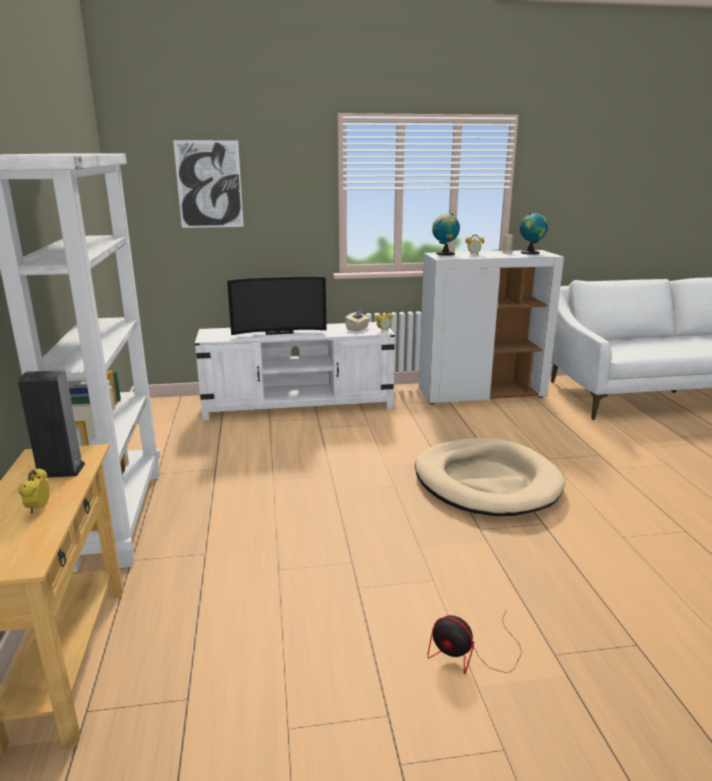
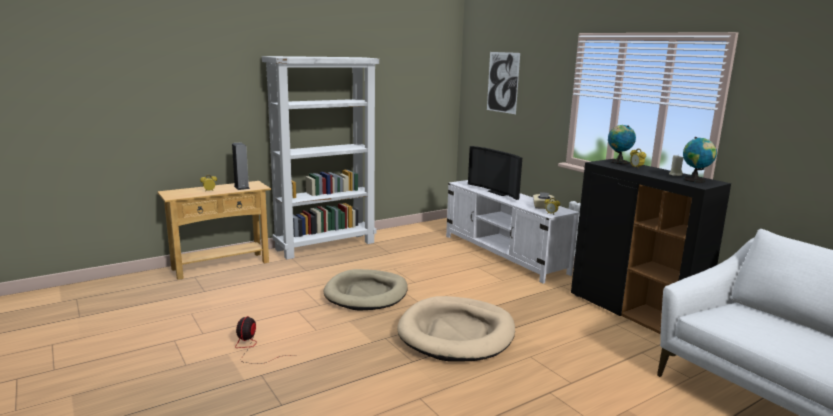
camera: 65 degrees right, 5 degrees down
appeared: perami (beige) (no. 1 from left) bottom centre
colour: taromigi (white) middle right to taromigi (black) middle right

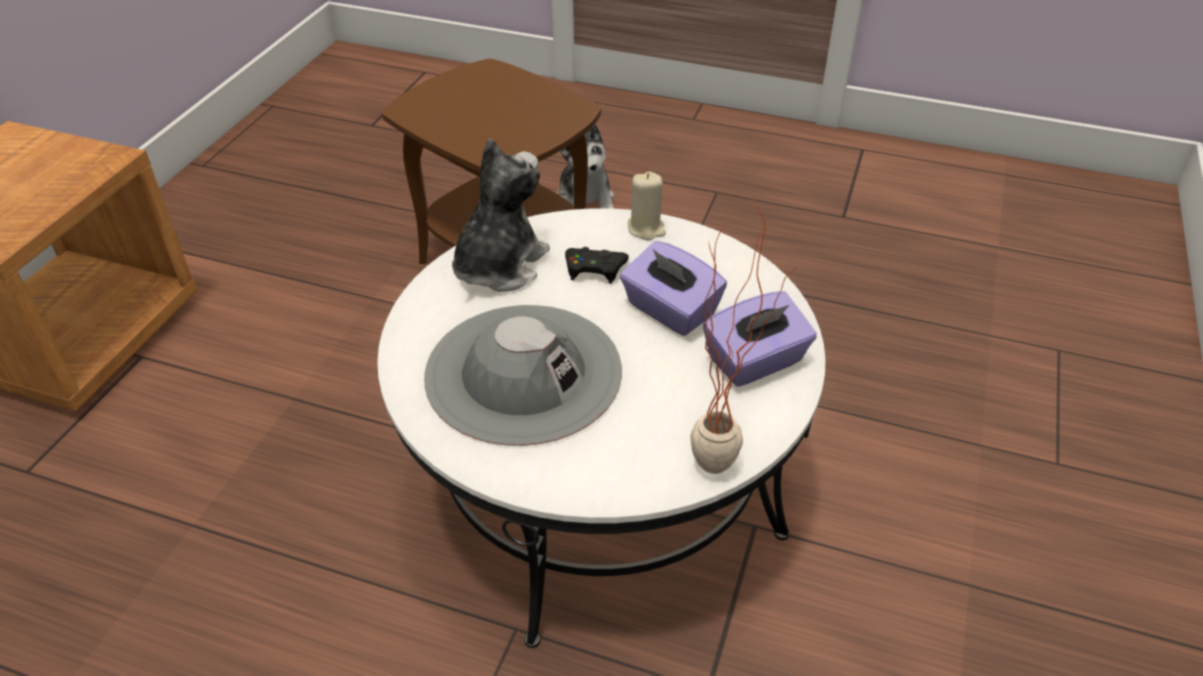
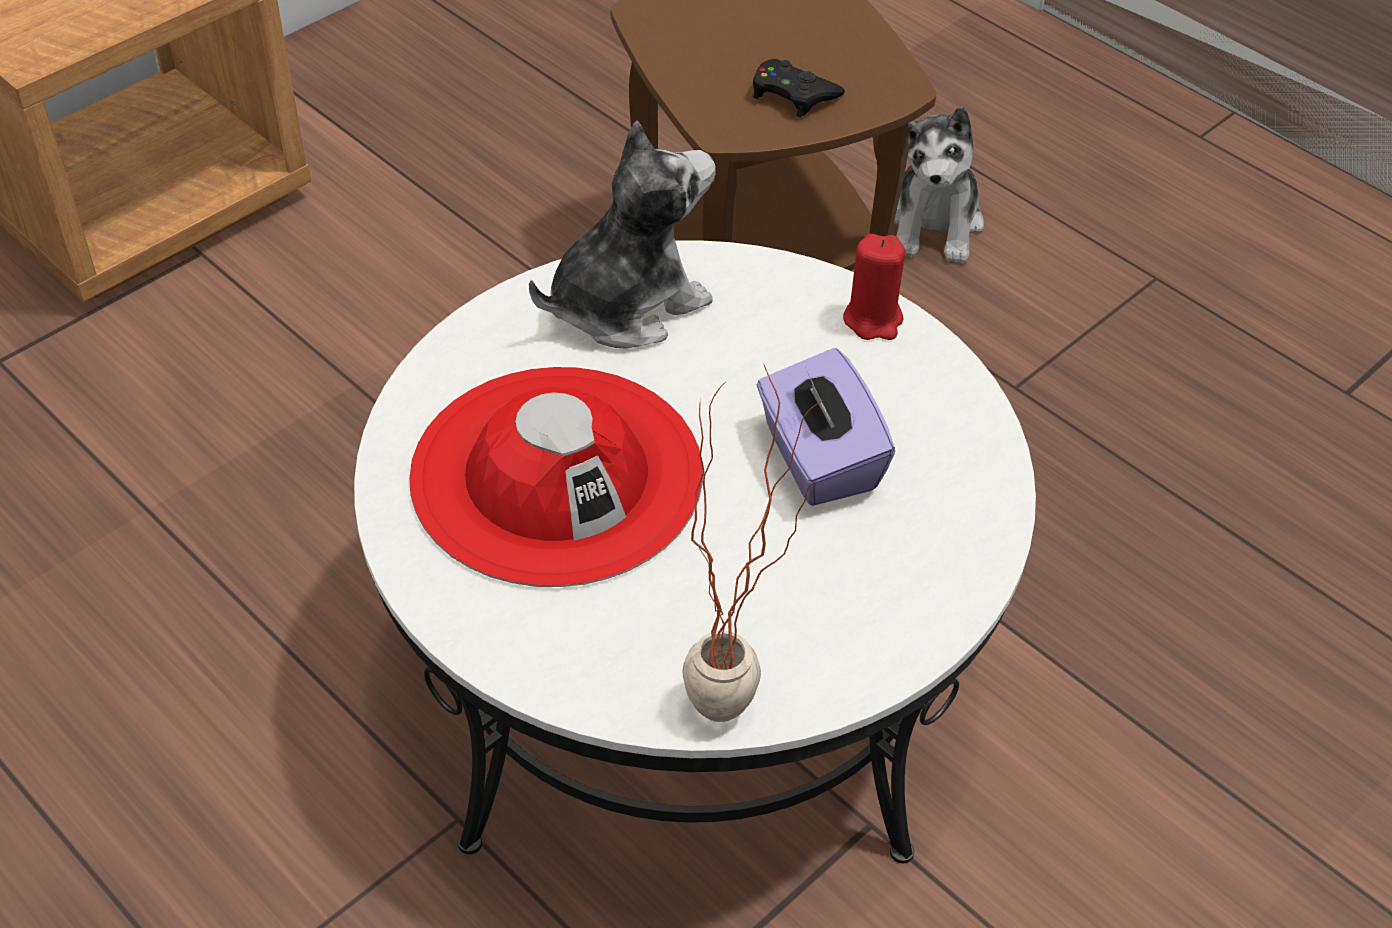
camera: 25 degrees right, 5 degrees up
missing: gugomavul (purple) (no. 2 from left) centre
relocated: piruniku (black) centre to top centre
colour: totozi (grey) centre to totozi (red) centre; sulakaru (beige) top centre to sulakaru (red) top centre

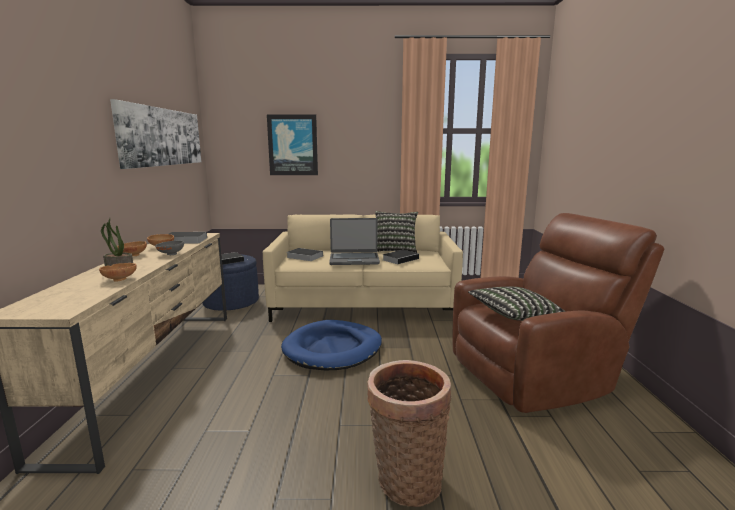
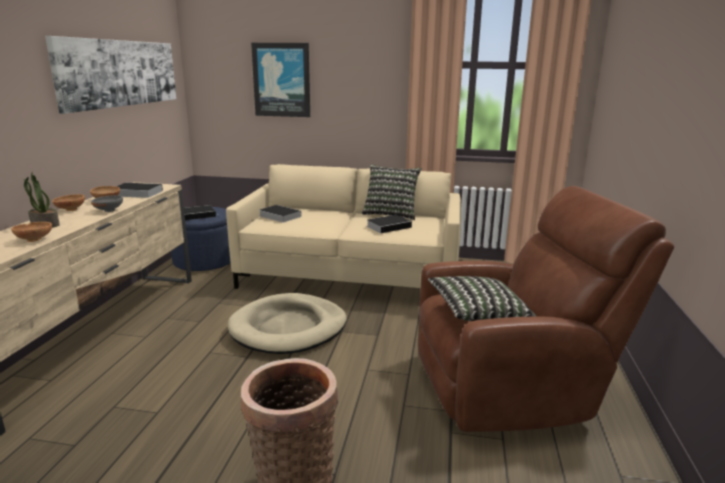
camera: 10 degrees right, 5 degrees up
missing: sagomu centre
colour: perami (blue) bottom centre to perami (beige) bottom centre

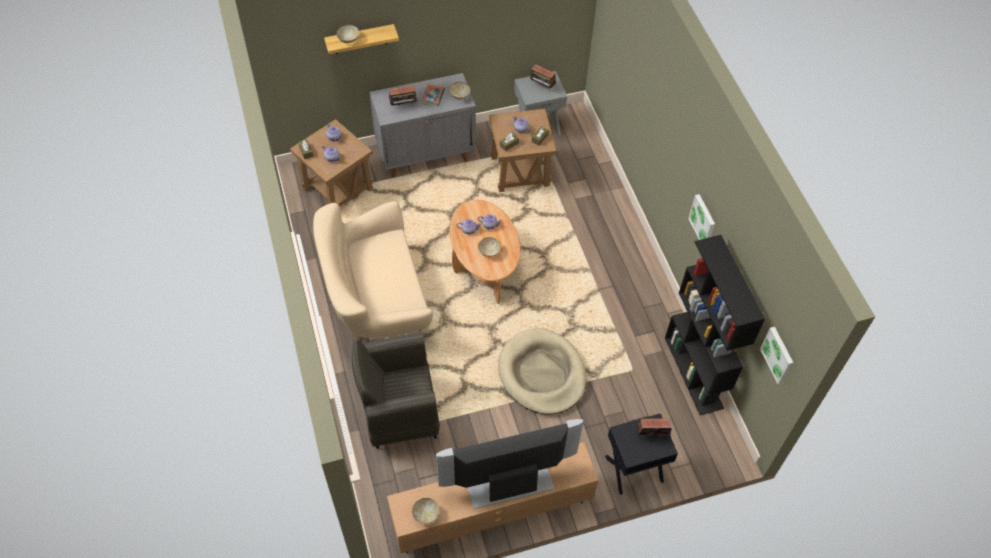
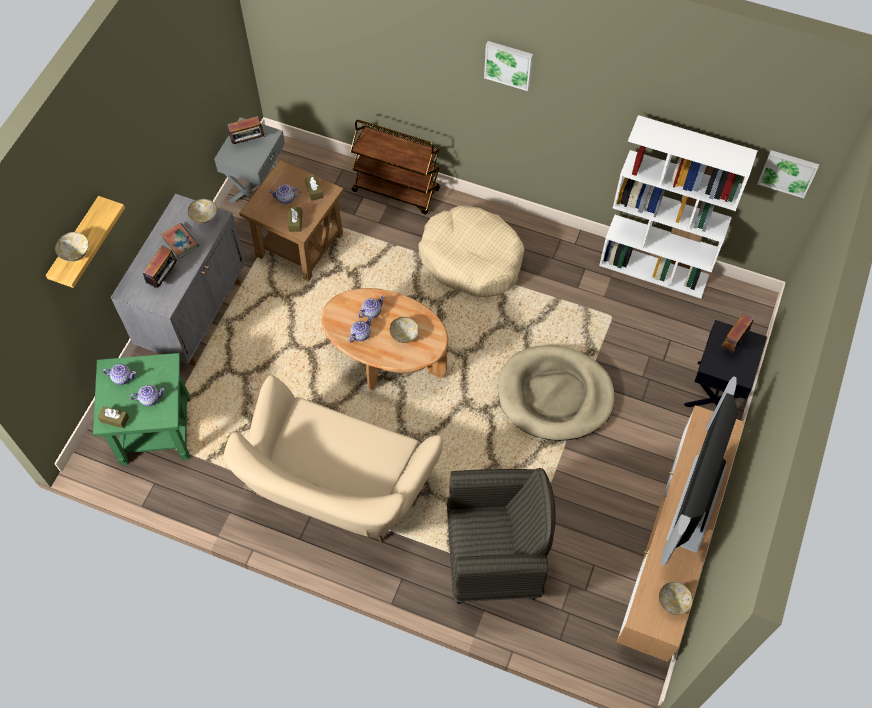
camera: 50 degrees left, 5 degrees up
appeared: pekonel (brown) top centre; perami (beige) (no. 1 from left) centre
relocated: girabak (no. 1 from left) middle right to top centre
colour: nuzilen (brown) (no. 1 from left) top centre to nuzilen (green) middle left; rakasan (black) middle right to rakasan (white) top right
spun: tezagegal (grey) bottom centre = bottom centre 120 degrees counterclockwise

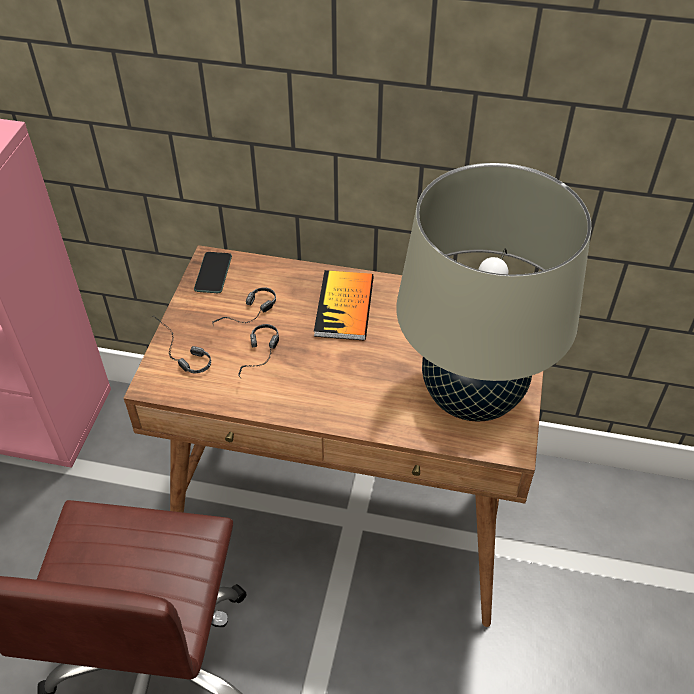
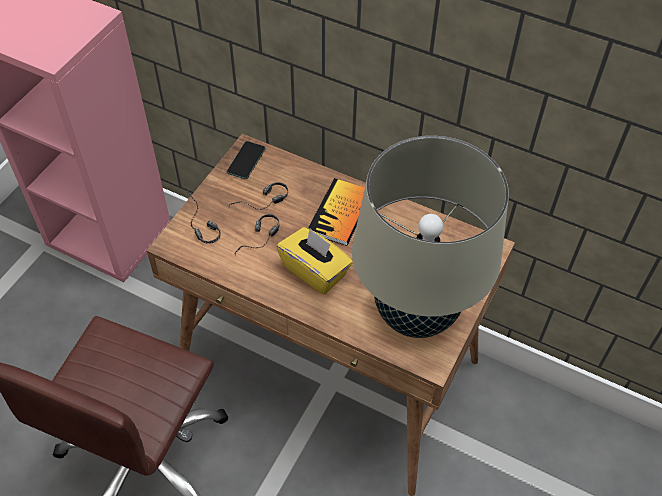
camera: 15 degrees right, 5 degrees up
appeared: gugomavul (yellow) centre

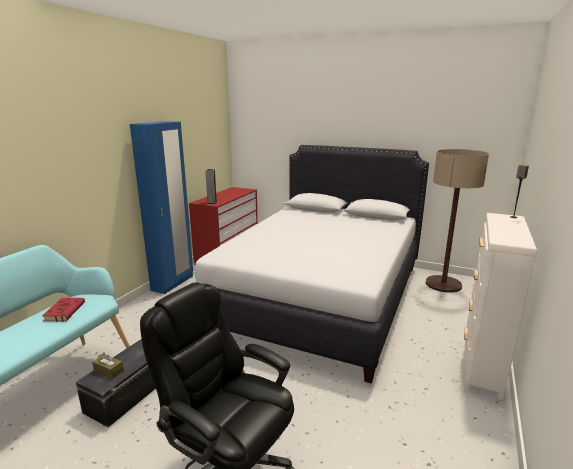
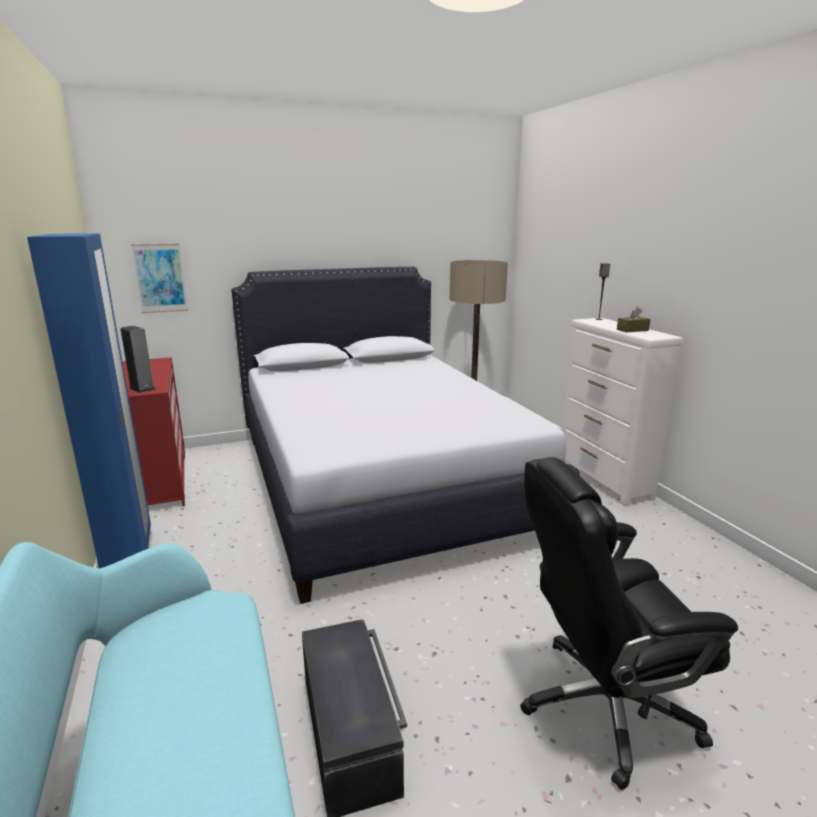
camera: 45 degrees left, 0 degrees up
missing: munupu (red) middle left
appeared: girabak middle left
relocated: gugomavul (brown) bottom left to middle right

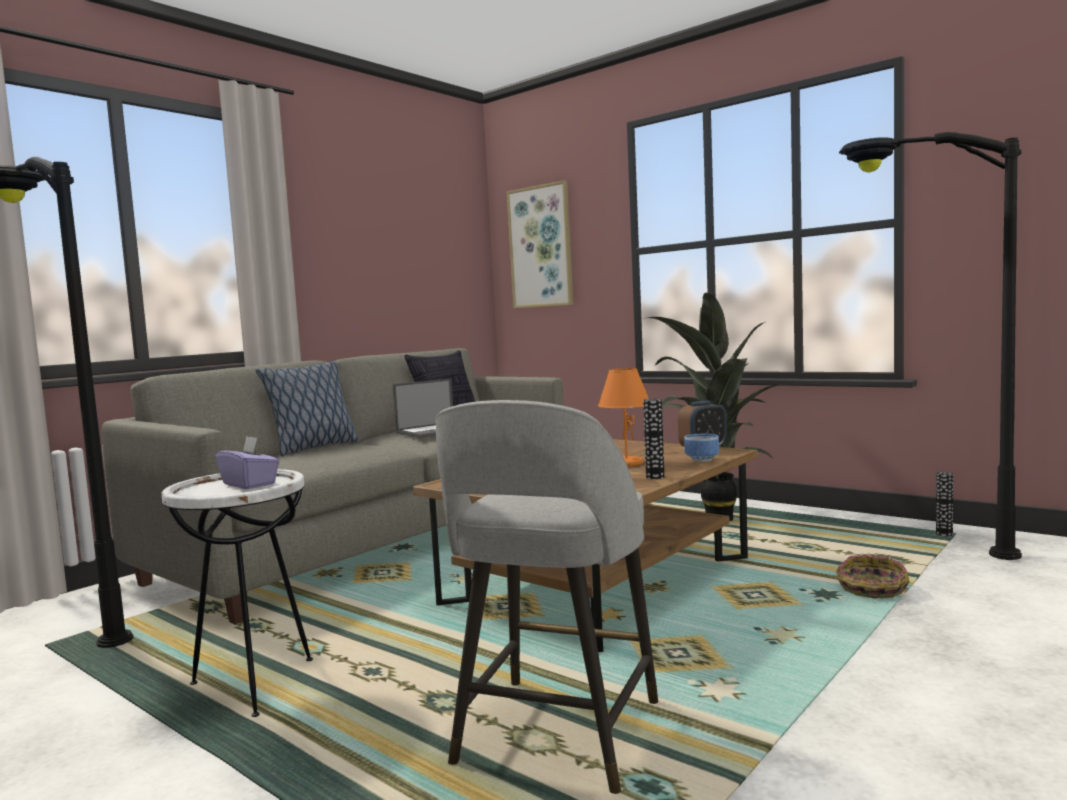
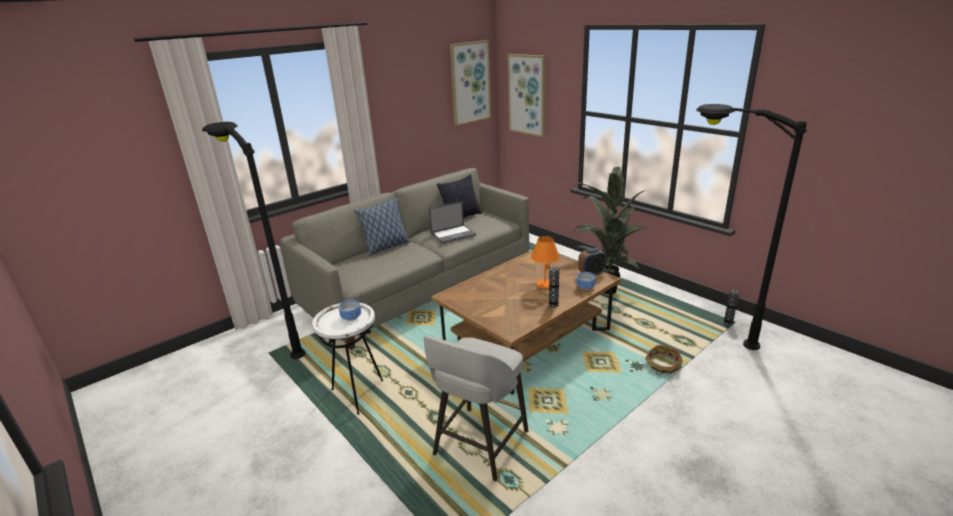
camera: 10 degrees right, 20 degrees up
appeared: girabak (no. 1 from left) top centre
exchanged: gugomavul (purple) middle left to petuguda (no. 1 from left) centre

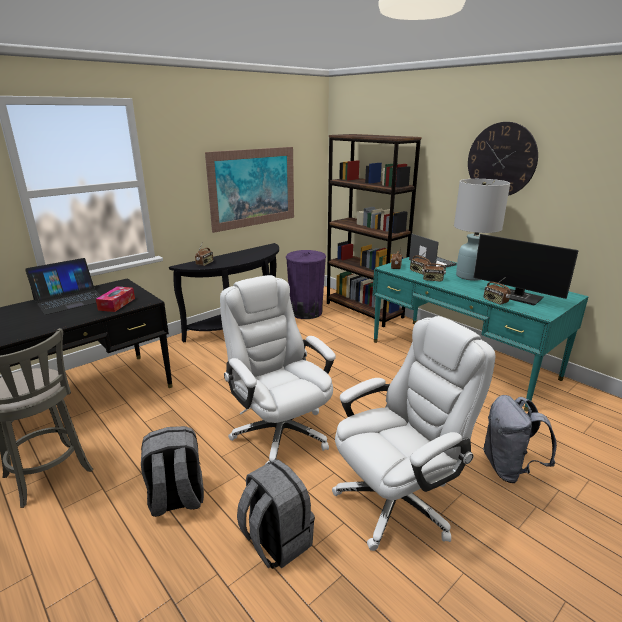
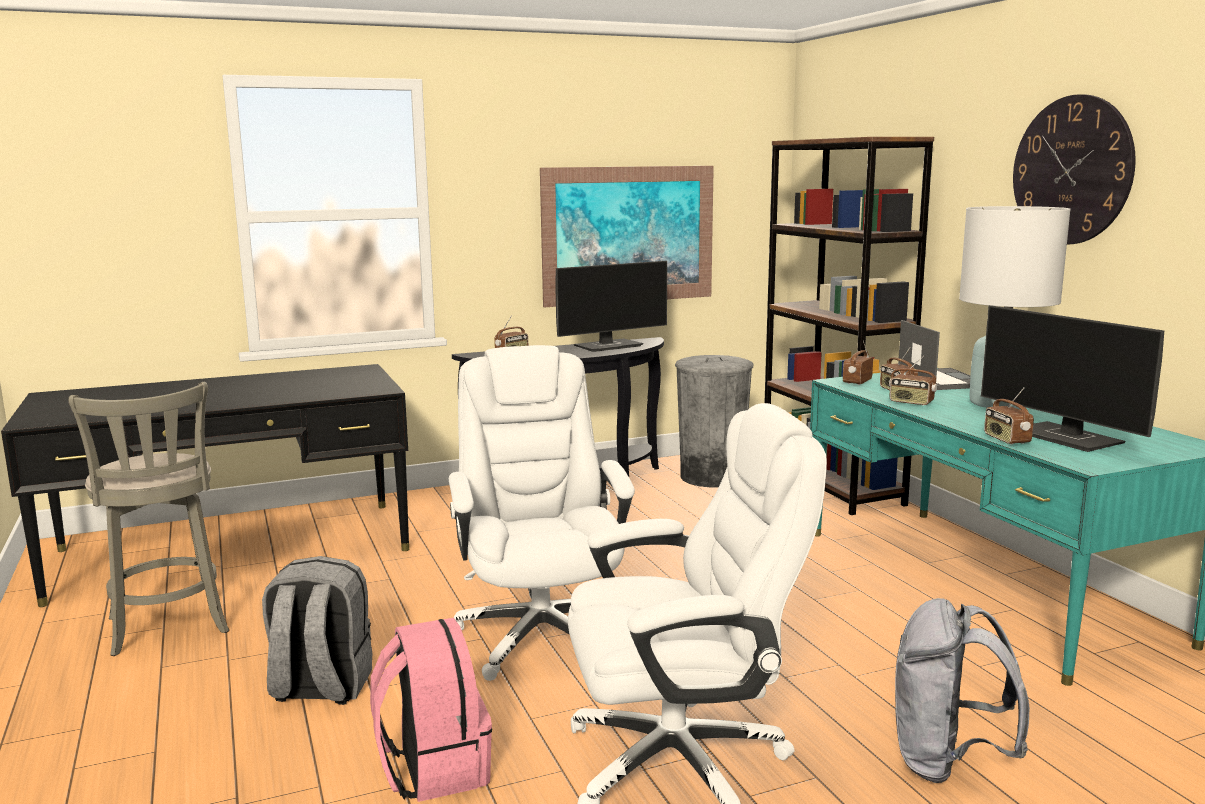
camera: 20 degrees right, 10 degrees down
missing: sagomu (no. 1 from left) middle left; gugomavul middle left
appeared: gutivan (no. 1 from left) centre
colour: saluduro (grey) (no. 2 from left) bottom centre to saluduro (pink) bottom centre; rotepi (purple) centre to rotepi (grey) centre

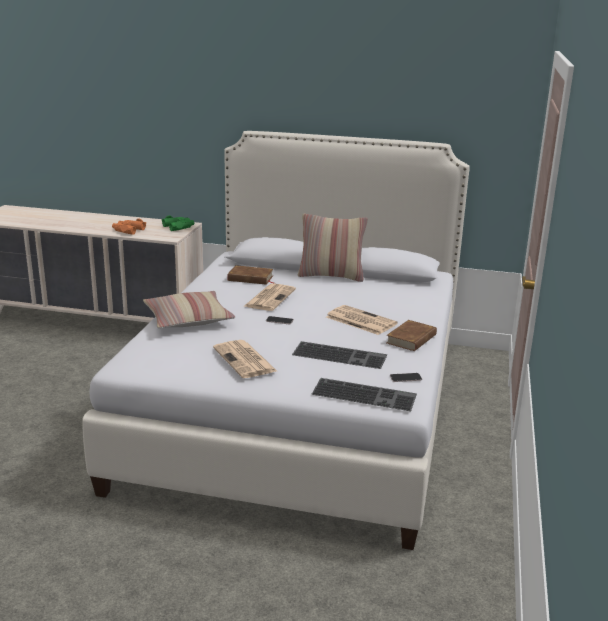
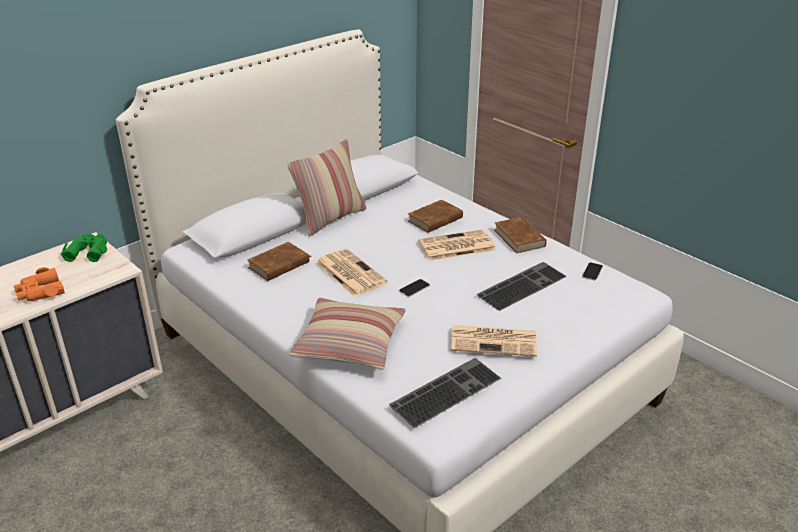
camera: 55 degrees left, 10 degrees up
appeared: munupu (brown) (no. 2 from left) centre
relocated: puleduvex (no. 2 from left in the first image) centre to puleduvex (no. 1 from left) bottom centre

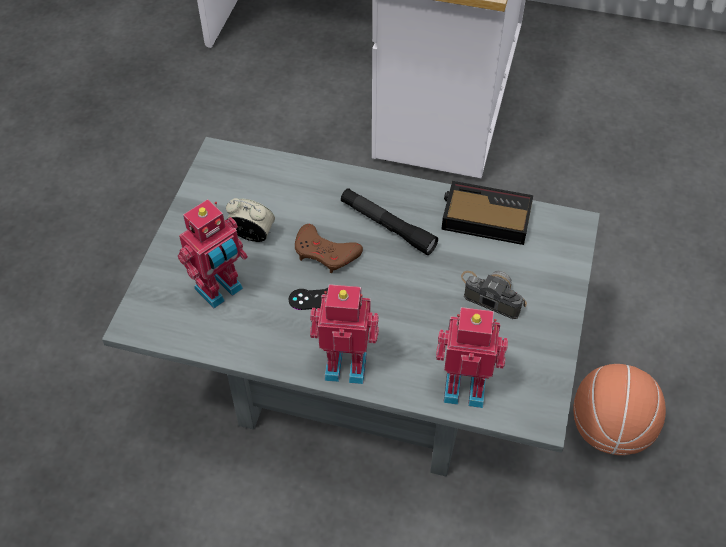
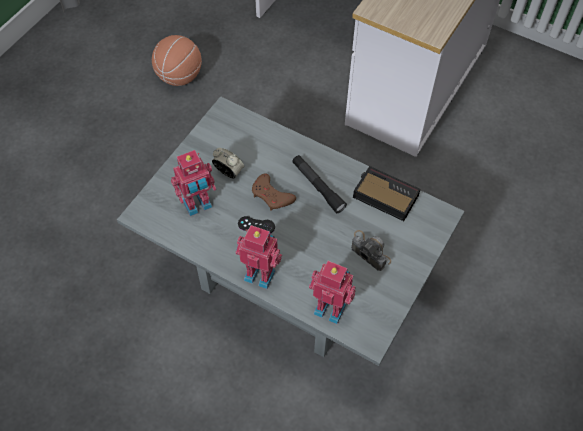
camera: 15 degrees right, 5 degrees up
relocated: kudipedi bottom right to top left

